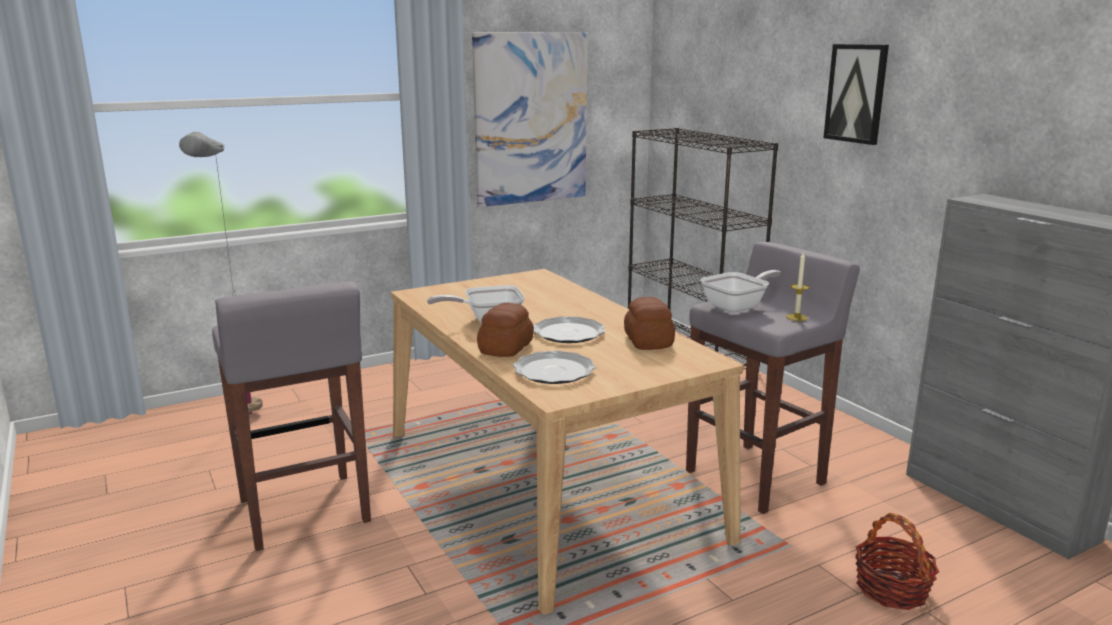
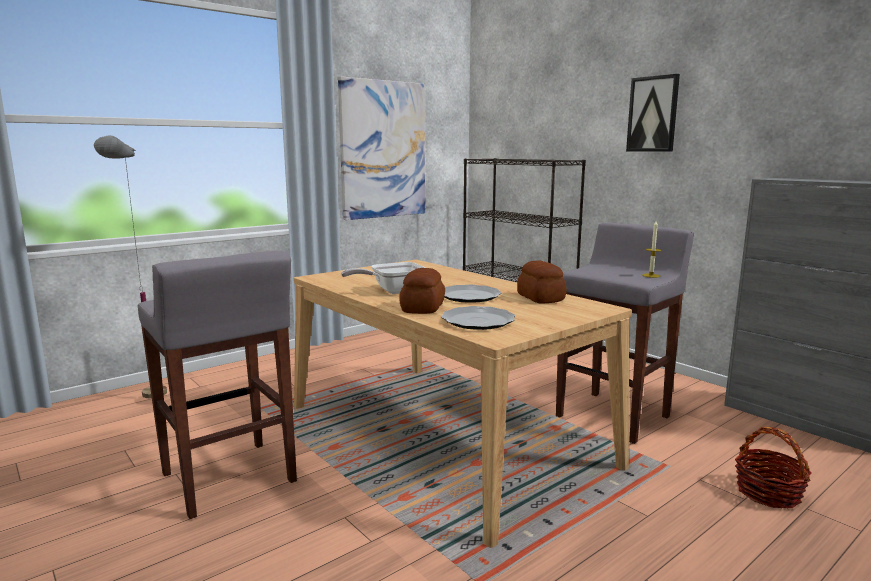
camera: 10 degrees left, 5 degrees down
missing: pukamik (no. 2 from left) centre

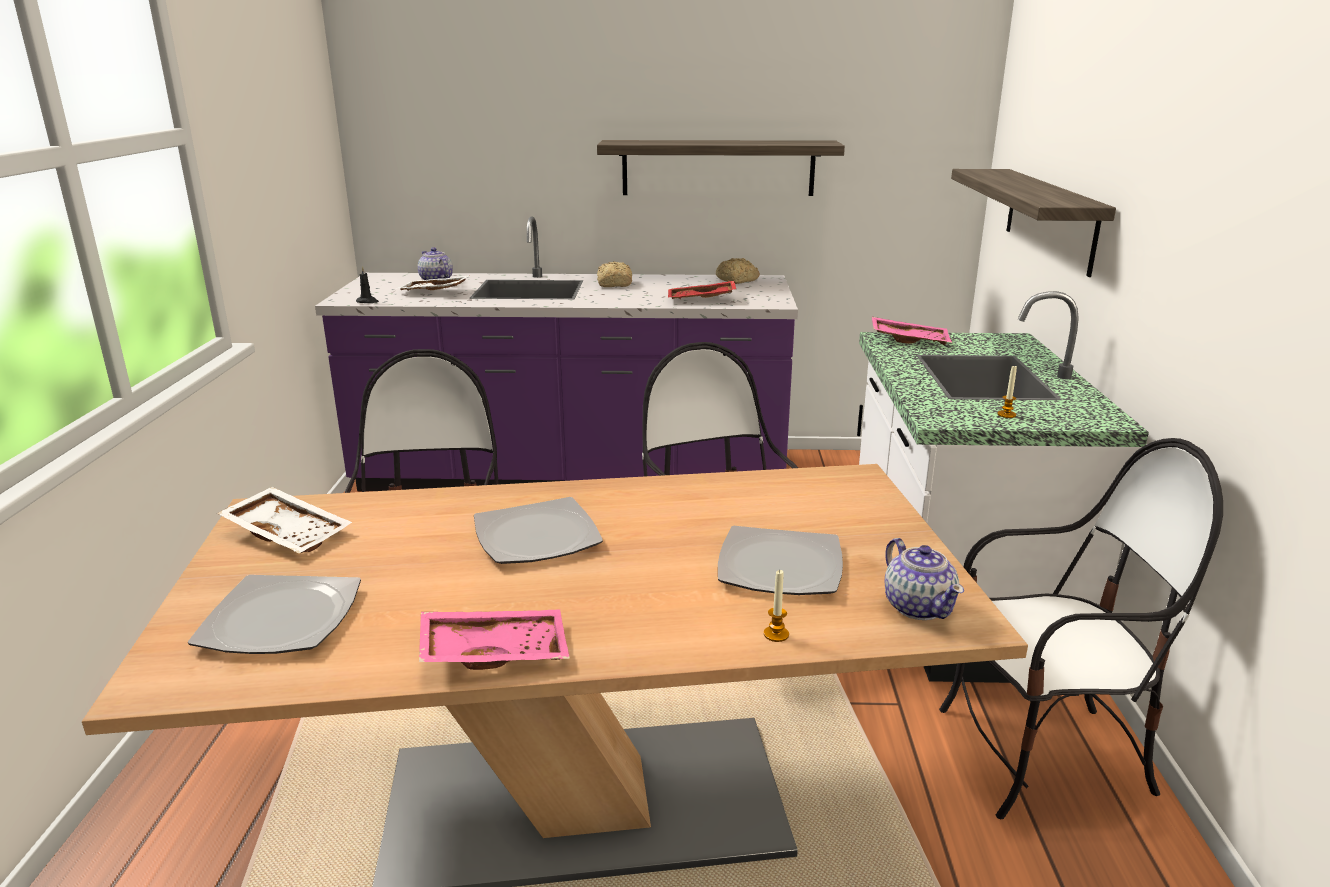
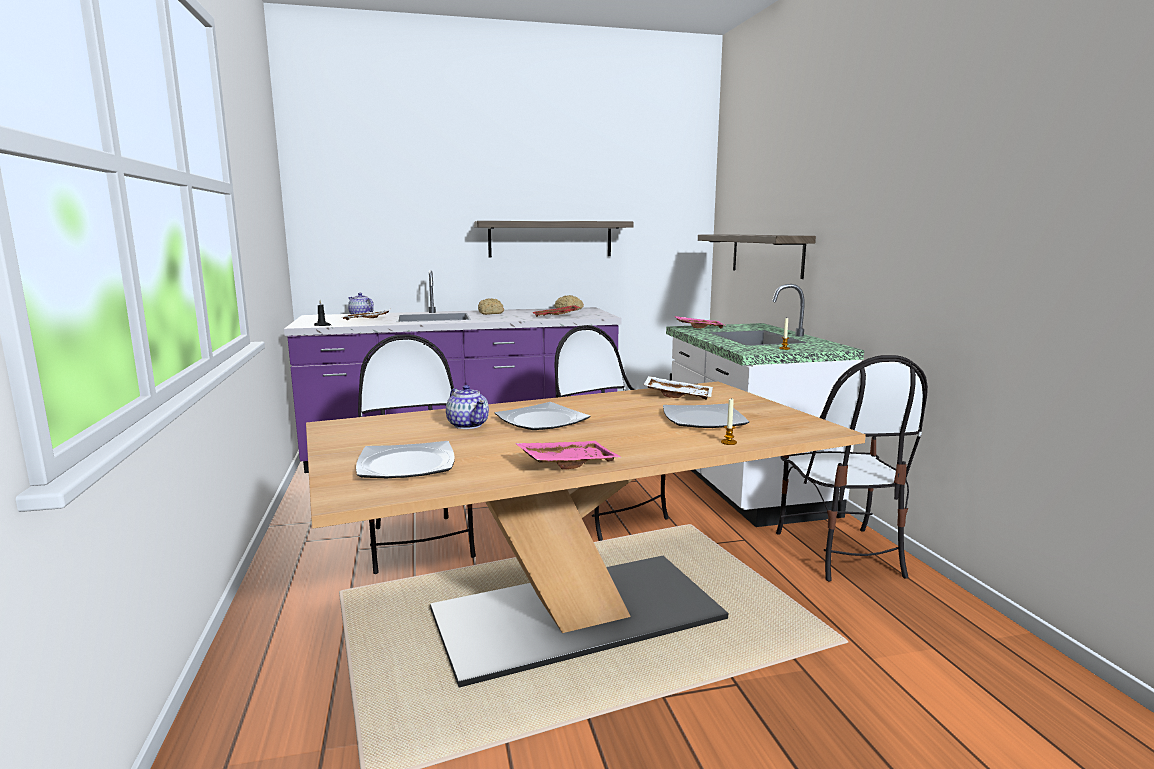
camera: 15 degrees left, 10 degrees down
relocated: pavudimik (no. 2 from left) middle right to centre; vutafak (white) (no. 1 from left in the first image) middle left to vutafak (white) (no. 2 from left) centre
spun: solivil (no. 3 from left) bottom right = middle right 105 degrees clockwise

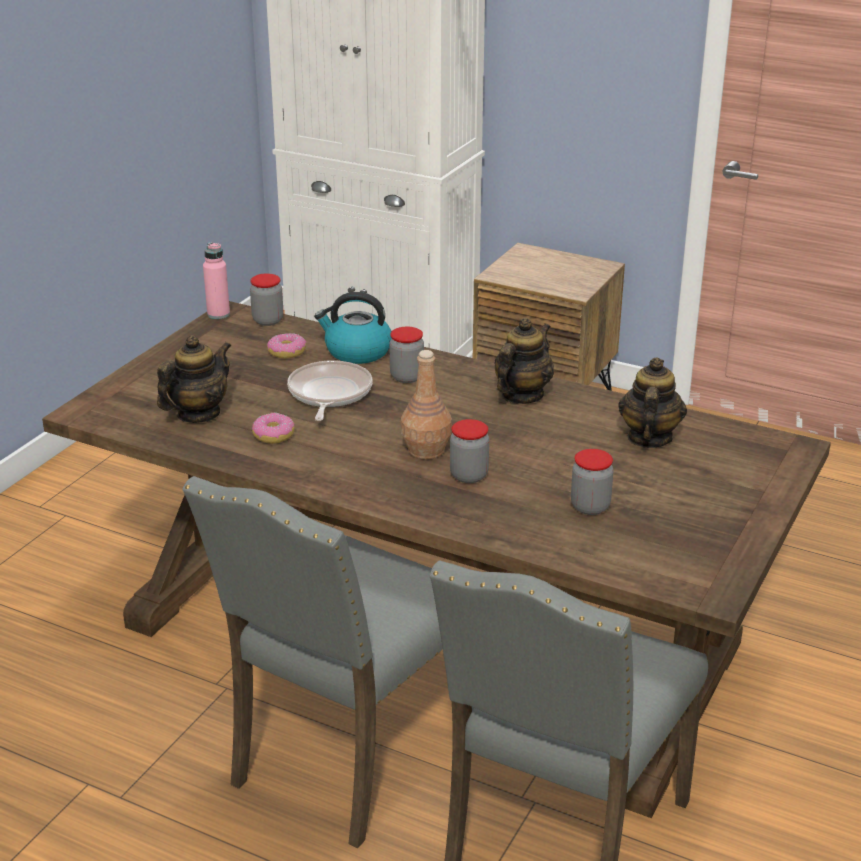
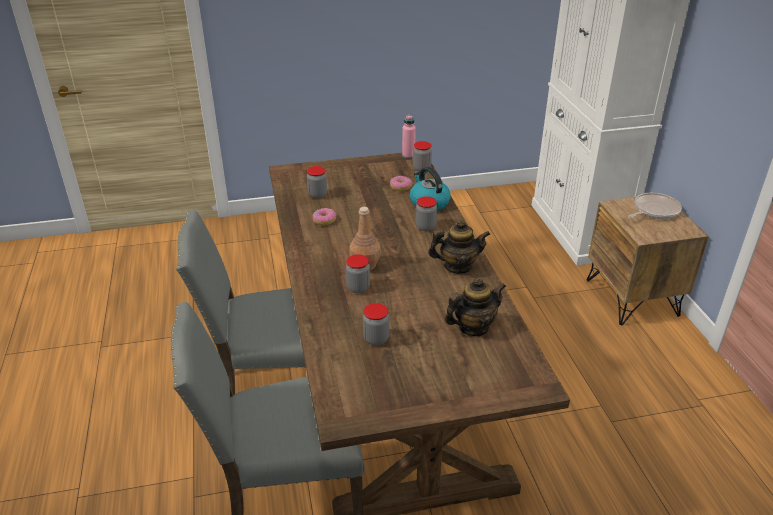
camera: 50 degrees right, 5 degrees up
relocated: pukamik centre to middle right
exchanged: pavudimik (no. 1 from left) middle left to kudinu (no. 1 from left) centre

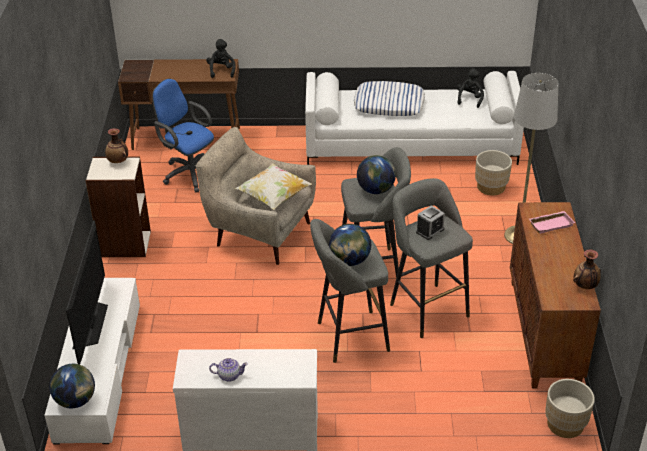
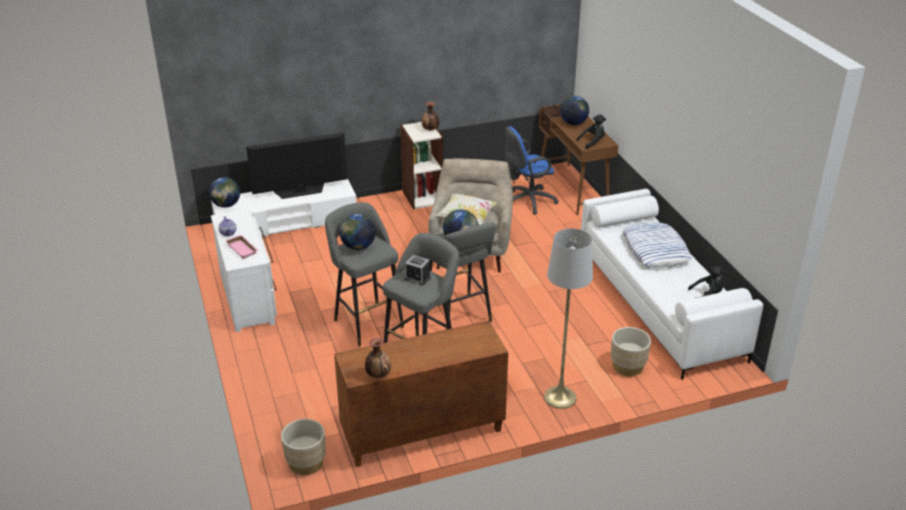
camera: 70 degrees right, 5 degrees down
appeared: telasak (no. 4 from left) top centre
relocated: vutafak (pink) middle right to middle left
spun: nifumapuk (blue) top left = centre 135 degrees counterclockwise

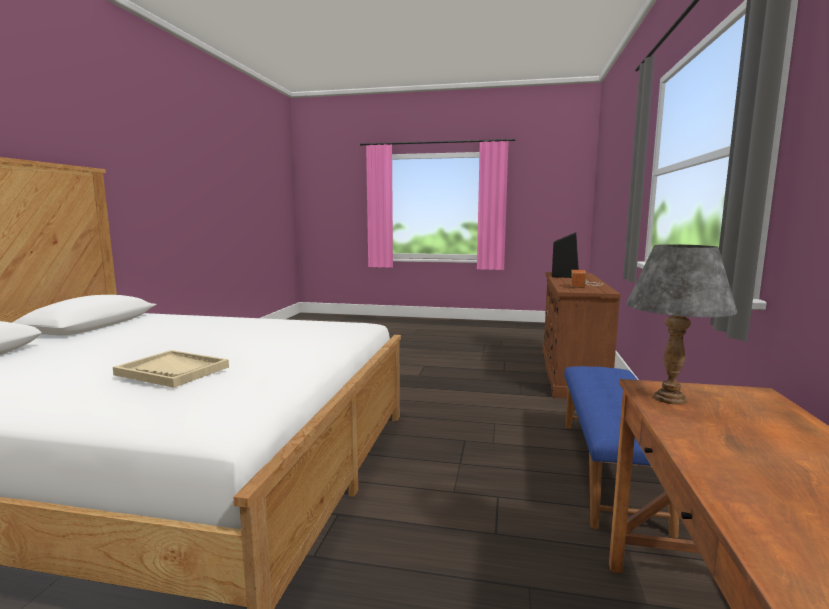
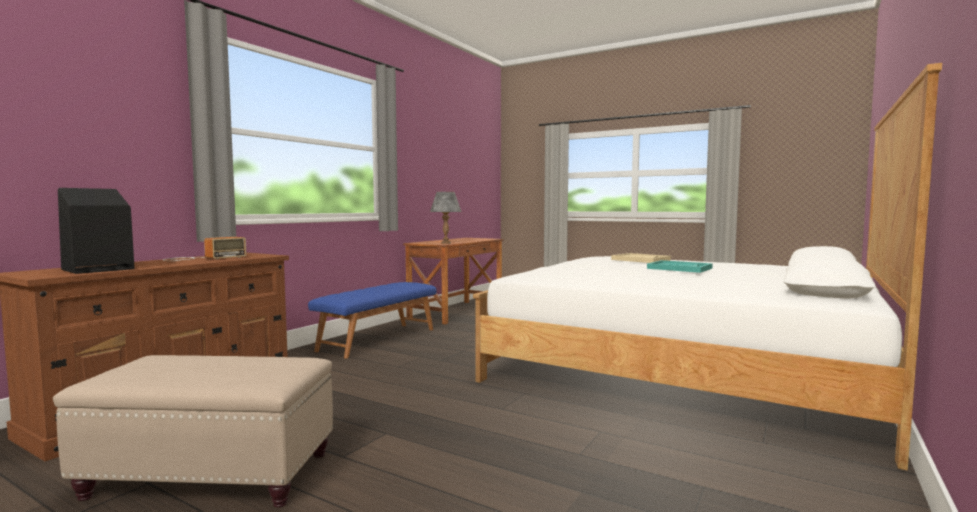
camera: 160 degrees left, 5 degrees down
appeared: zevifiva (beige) bottom left; vutafak (turquoise) middle right

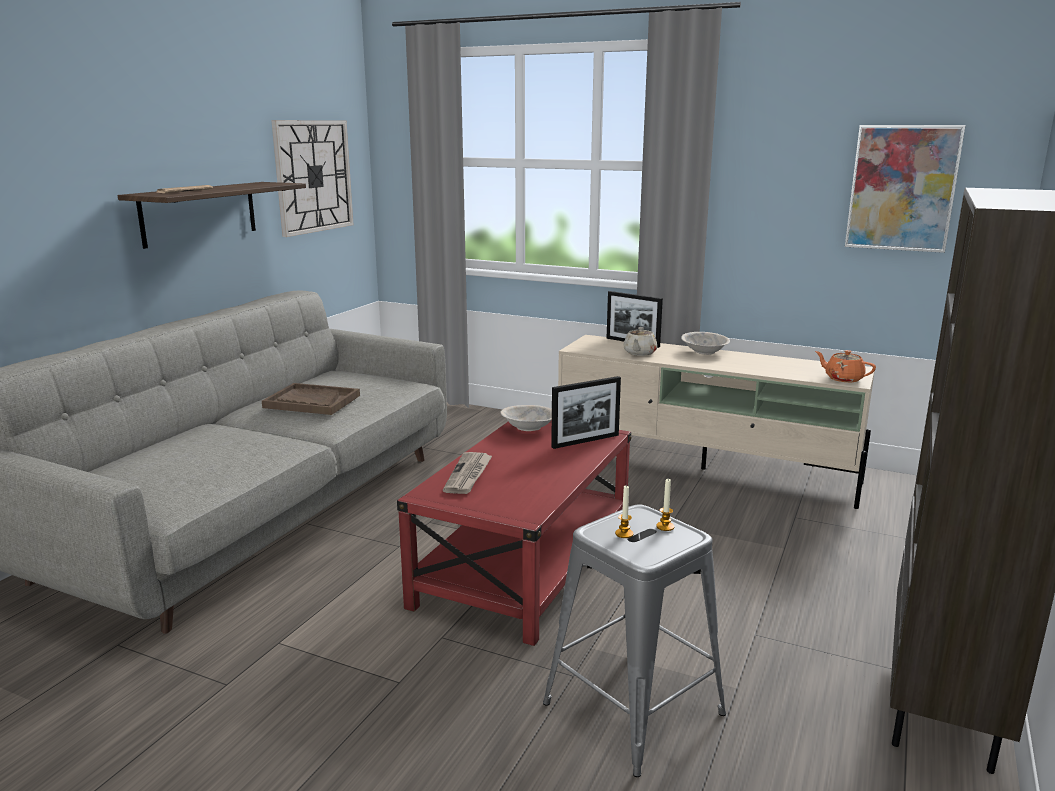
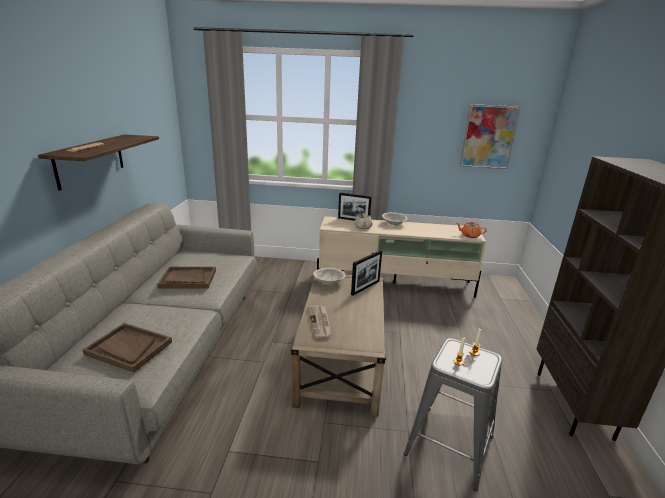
camera: 20 degrees left, 5 degrees up
missing: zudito top left
appeared: vutafak (brown) (no. 1 from left) bottom left
colour: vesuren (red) bottom centre to vesuren (beige) bottom centre

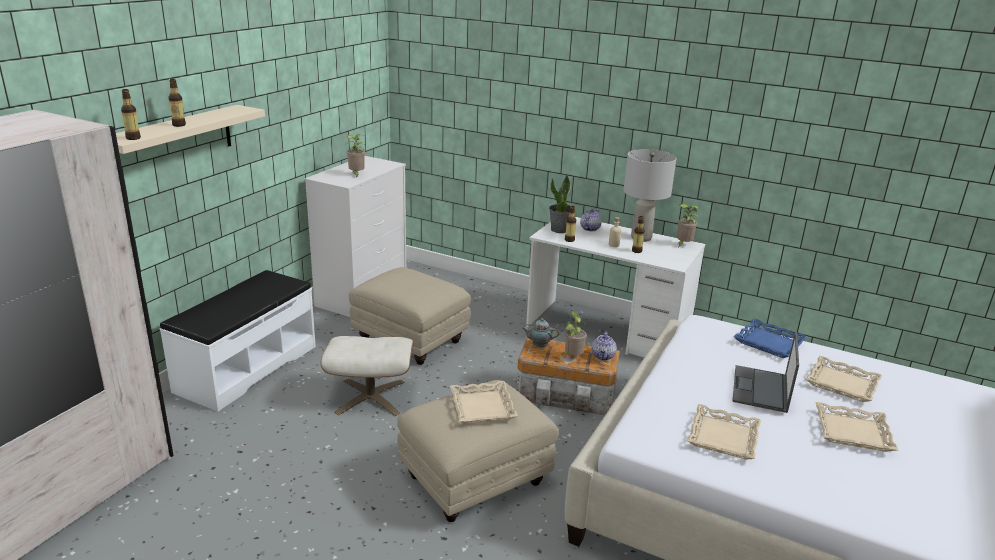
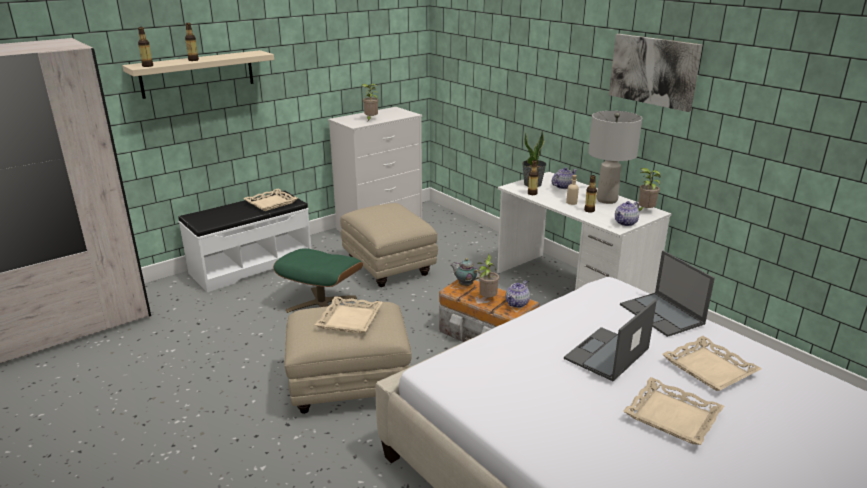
camera: 25 degrees right, 0 degrees up
appeared: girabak top right; pavudimik (no. 4 from left) middle right
relocated: vutafak (beige) (no. 2 from left in the first image) bottom right to vutafak (beige) (no. 1 from left) middle left
exchanged: vutafak (blue) middle right to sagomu (no. 2 from left) middle right
colour: zevifiva (beige) (no. 1 from left) bottom centre to zevifiva (green) centre

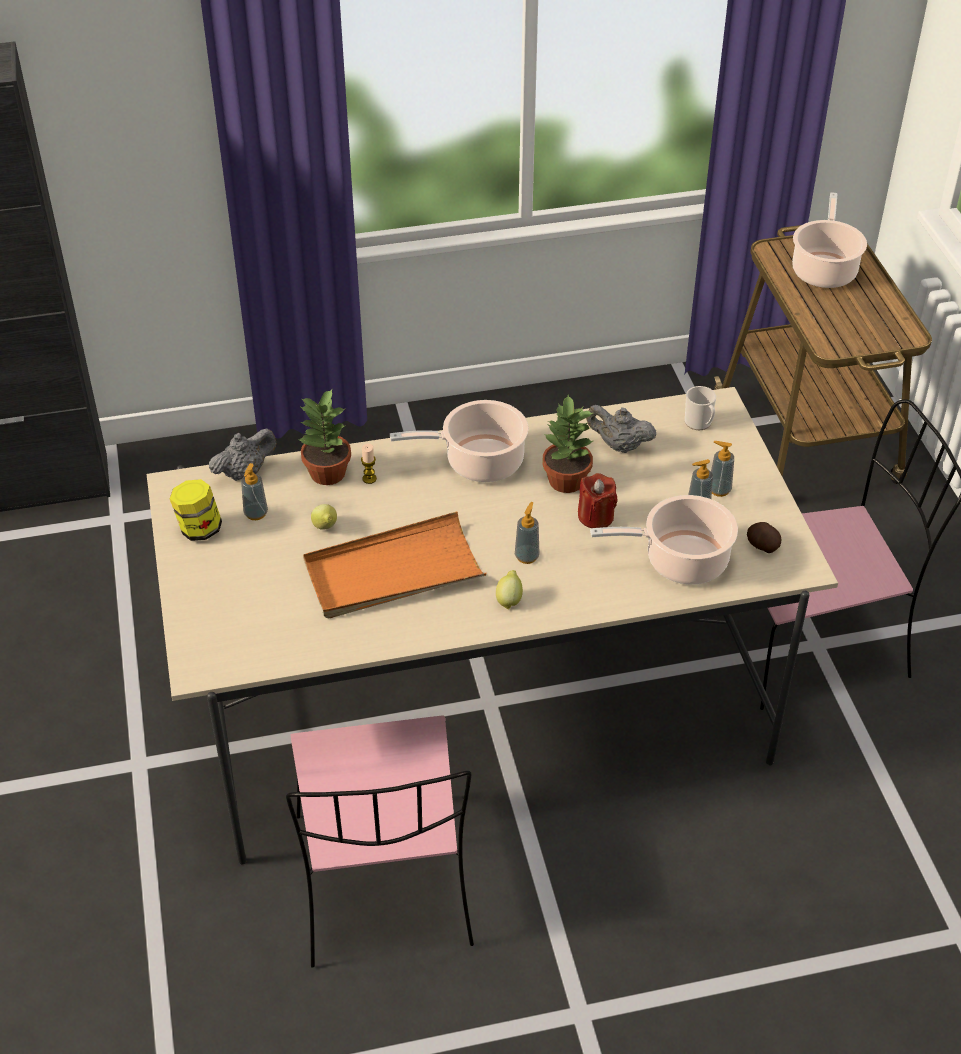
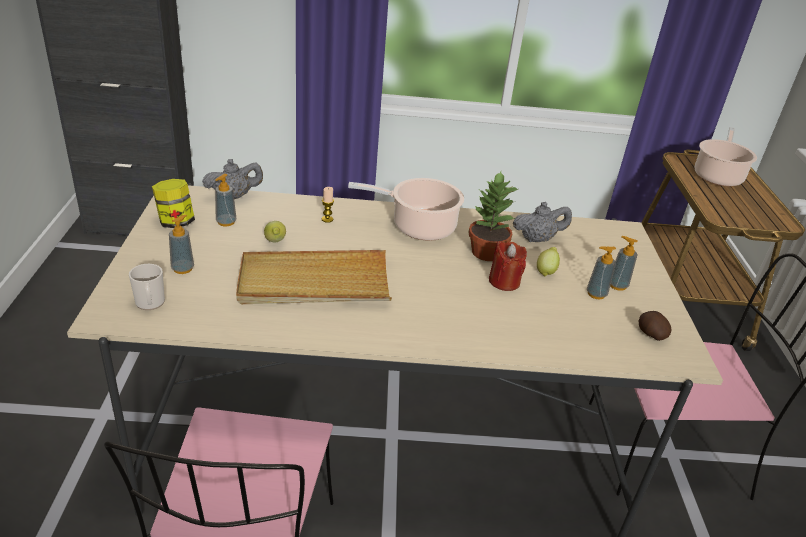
camera: 10 degrees right, 10 degrees down
missing: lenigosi (no. 1 from left) centre; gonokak (no. 2 from left) middle right
relocated: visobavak middle right to middle left; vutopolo (no. 2 from left in the first image) centre to vutopolo (no. 1 from left) middle left; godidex (no. 2 from left) centre to middle right
colour: vutafak (orange) centre to vutafak (beige) centre
spun: pavudimik (grey) (no. 2 from left) centre = middle right 135 degrees clockwise

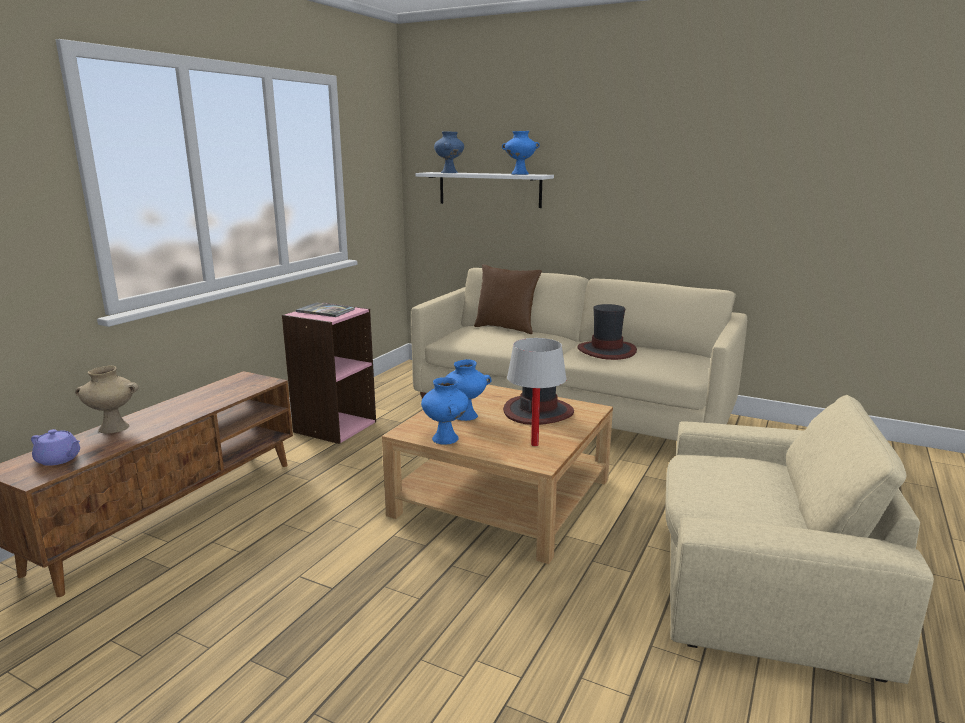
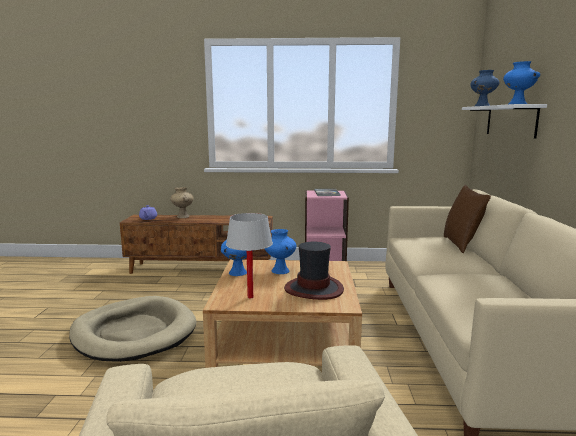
camera: 65 degrees right, 5 degrees down
missing: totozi (no. 2 from left) centre
appeared: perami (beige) bottom left

